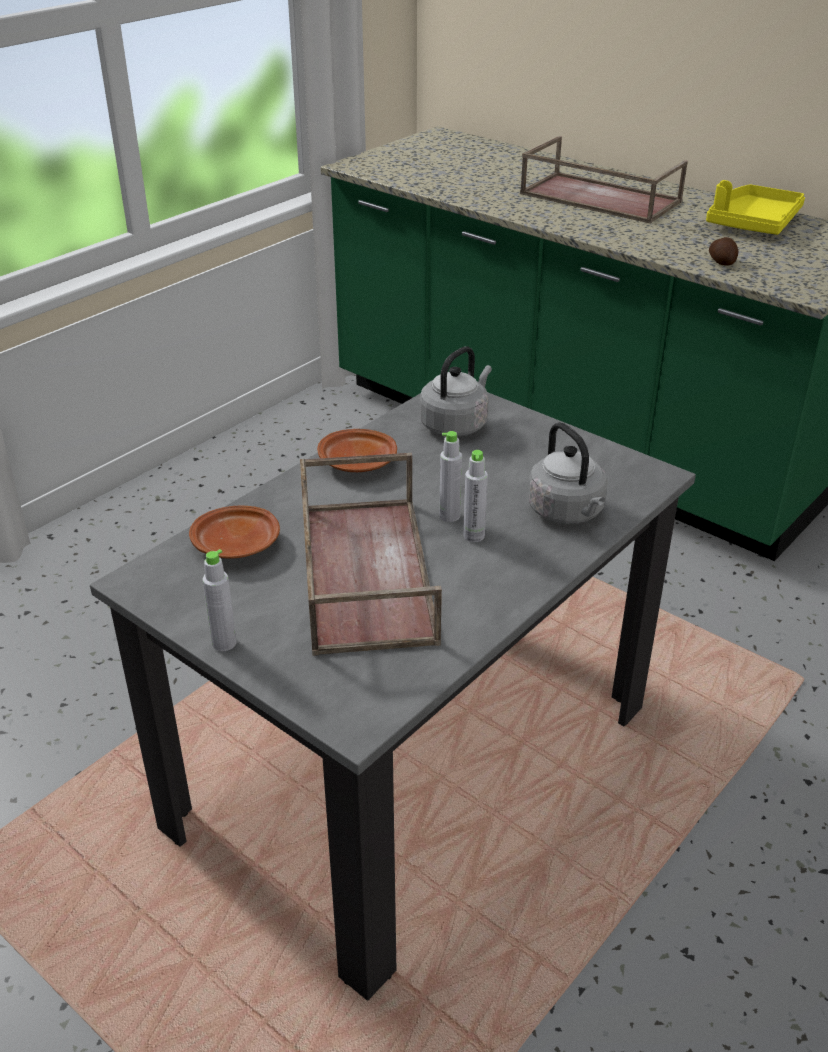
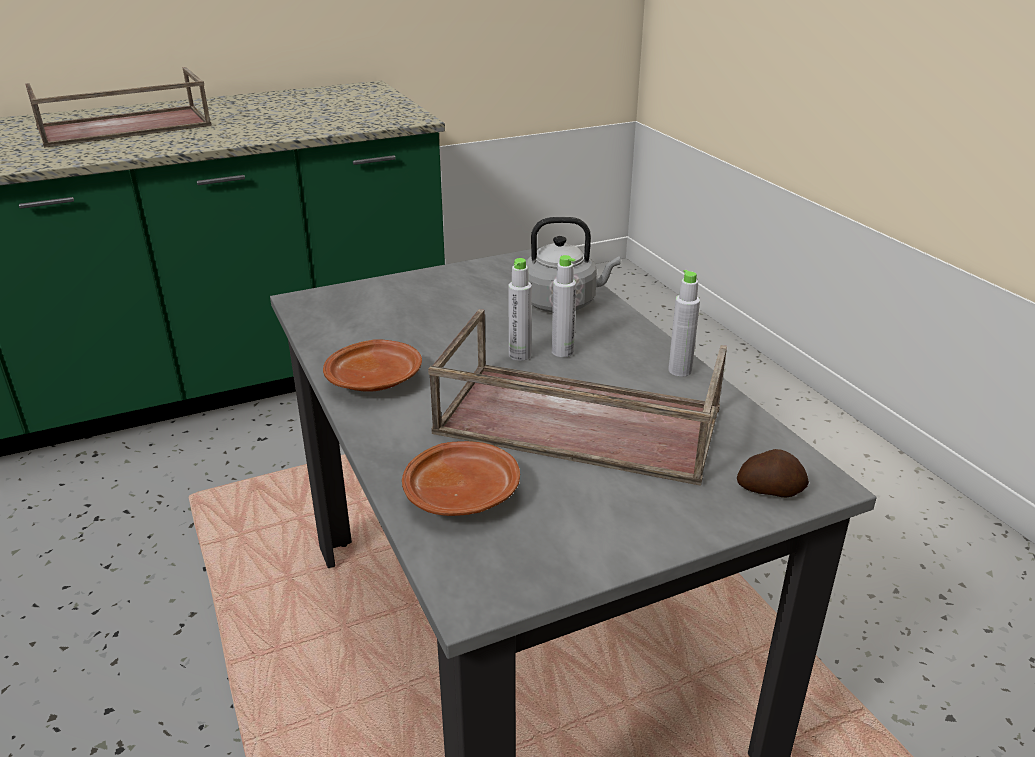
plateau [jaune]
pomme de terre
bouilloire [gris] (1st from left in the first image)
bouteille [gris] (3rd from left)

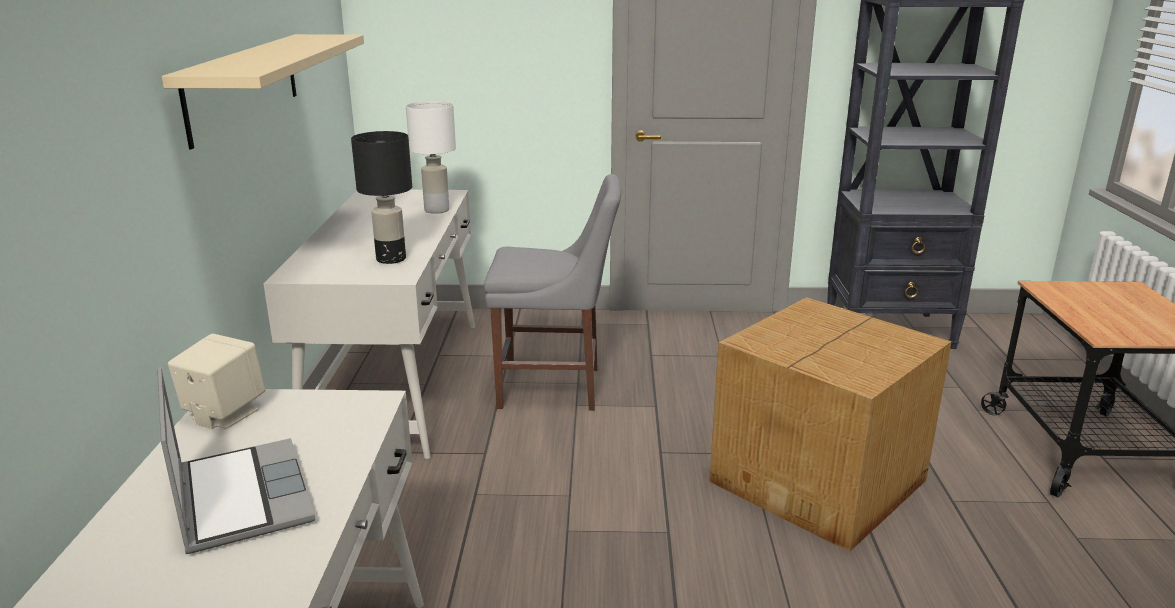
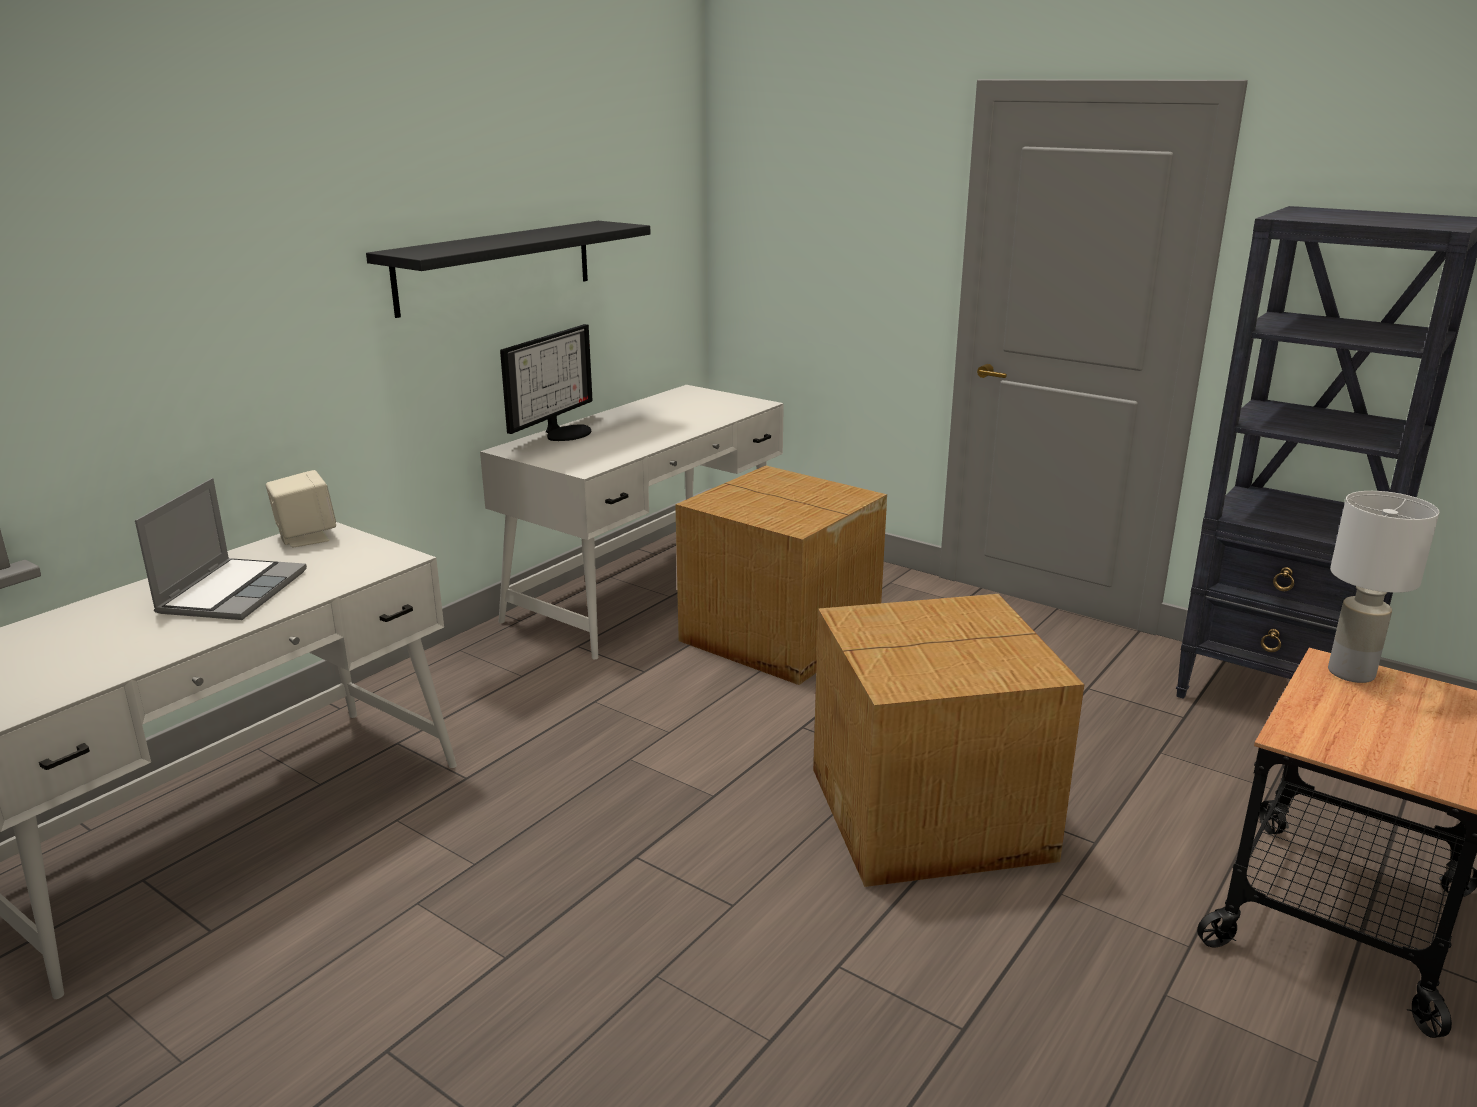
étagère [noir]
lampe de table [blanc]
lampe de table [noir]
carton (1st from left)
écran d'ordinateur

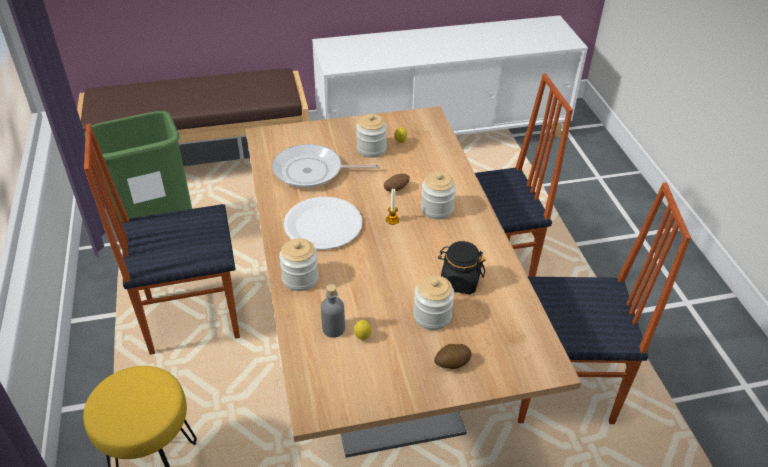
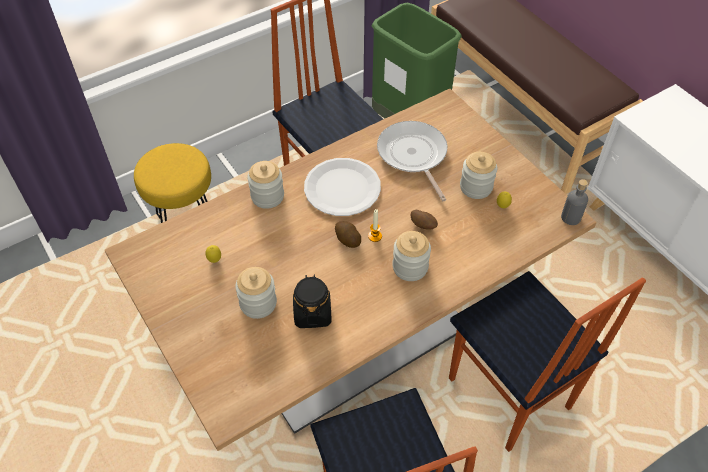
bouteille [gris]
pomme de terre (1st from left)

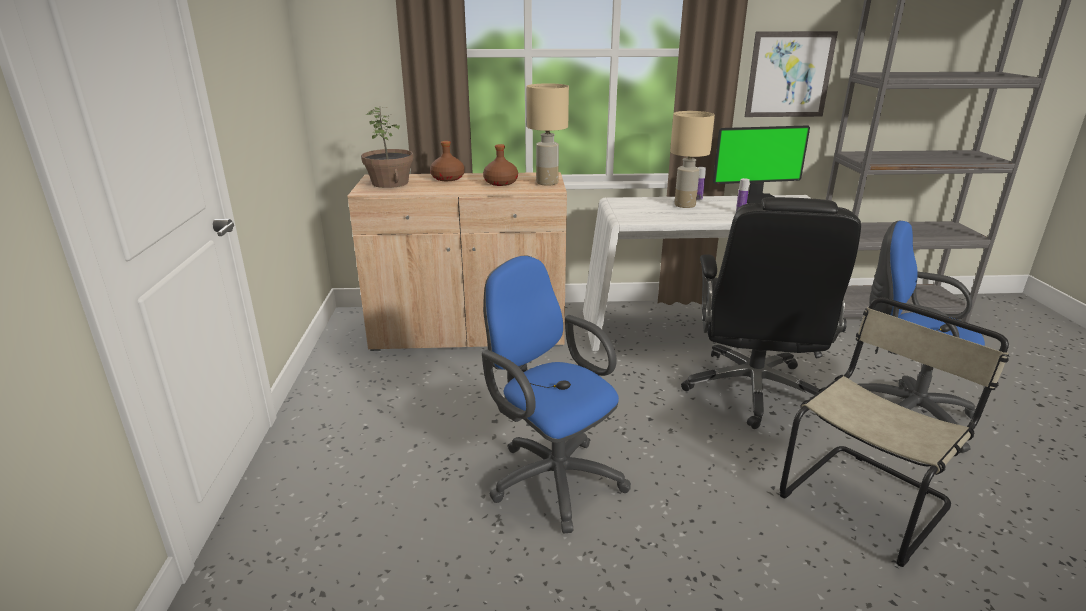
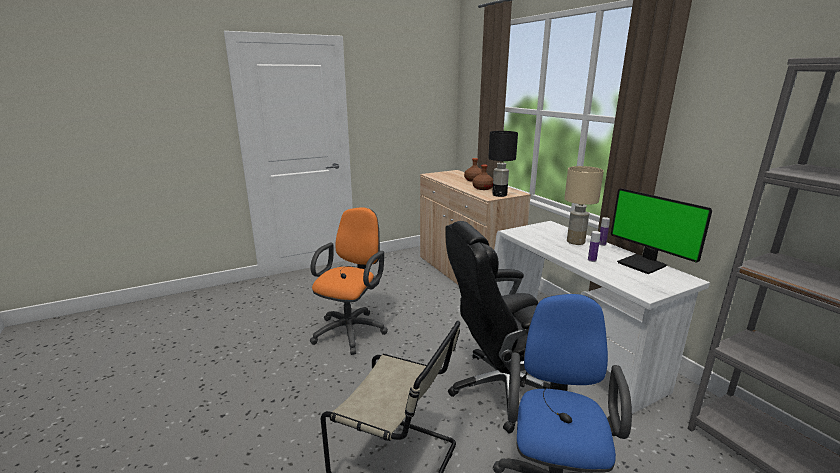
tableau
lampe de table [noir]
plante en pot
chaise de bureau [orange]

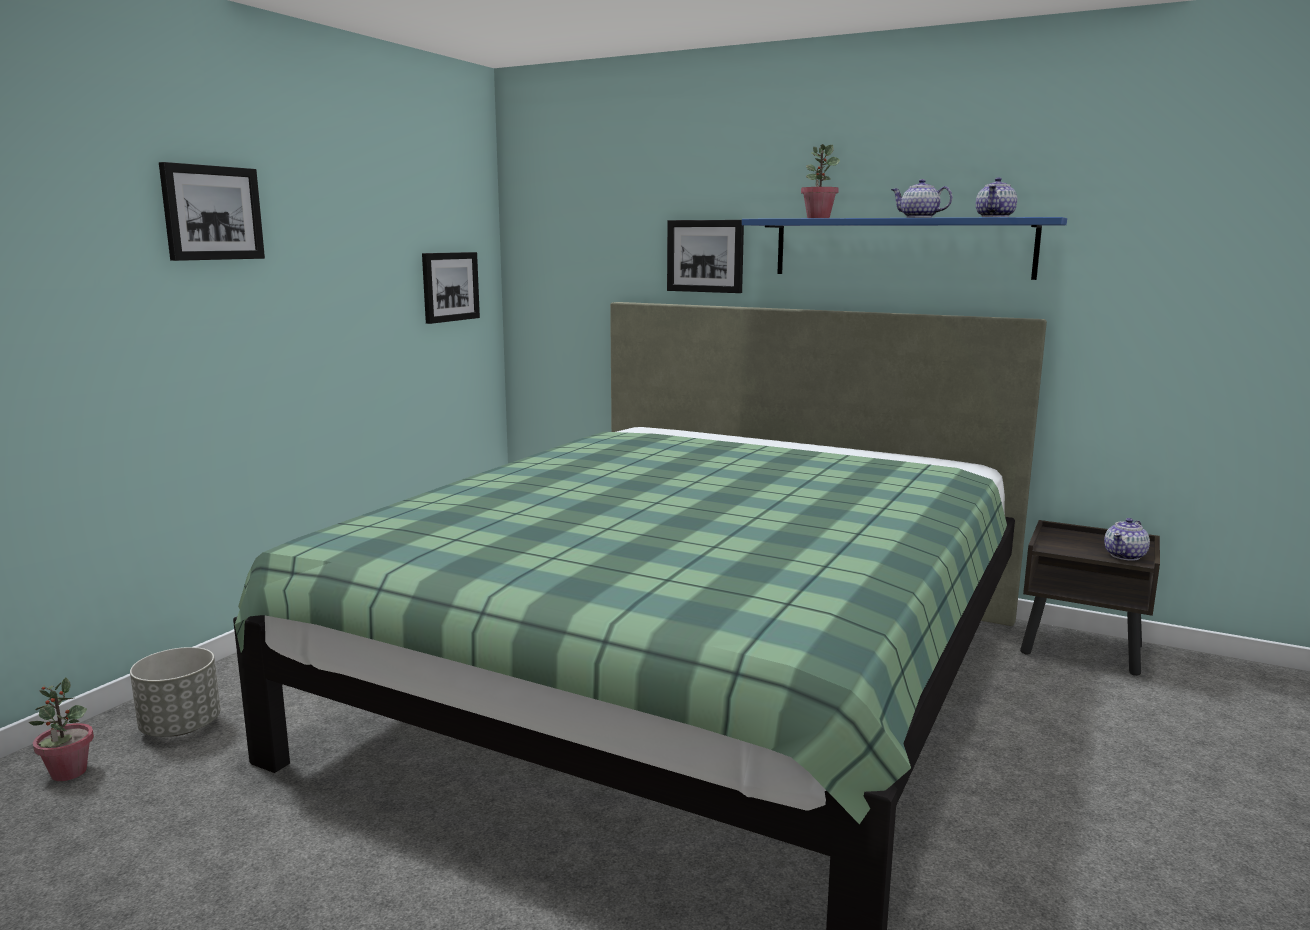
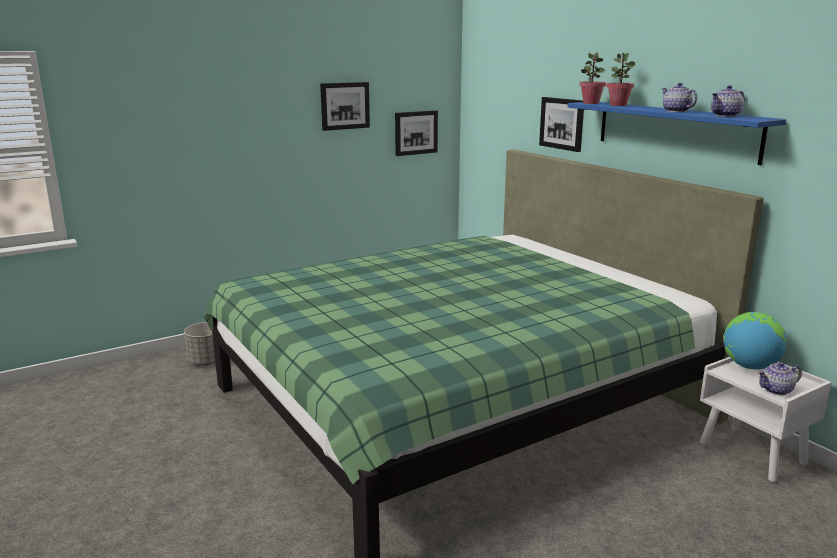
tableau (1st from left)
table de chevet [blanc]
plante en pot (1st from left)
globe

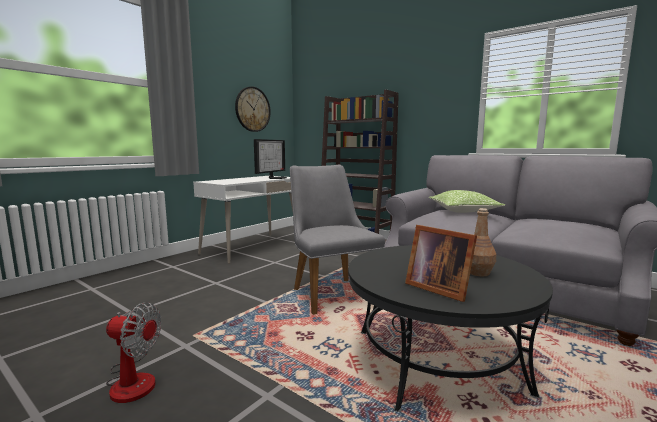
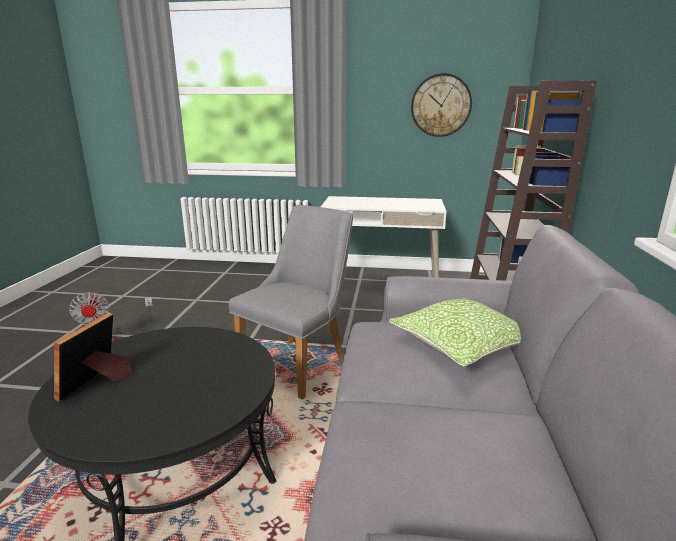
écran d'ordinateur
bouteille [marron]

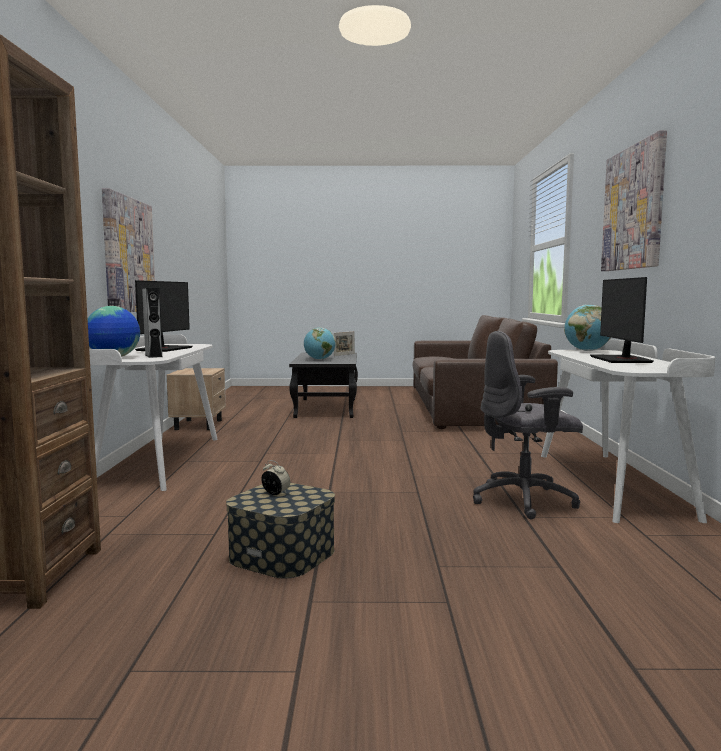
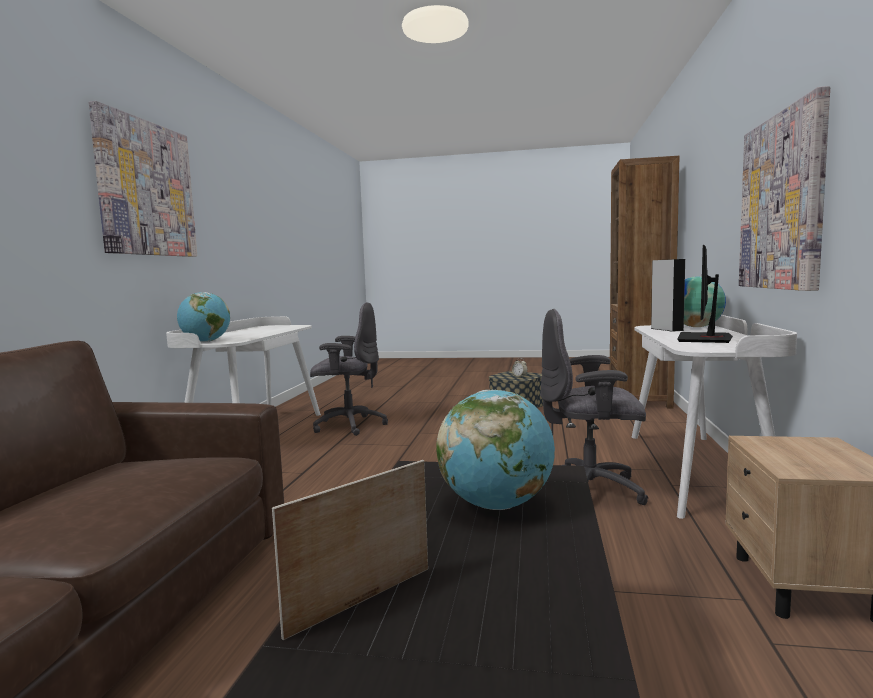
écran d'ordinateur (2nd from left in the first image)
chaise de bureau [gris] (2nd from left)

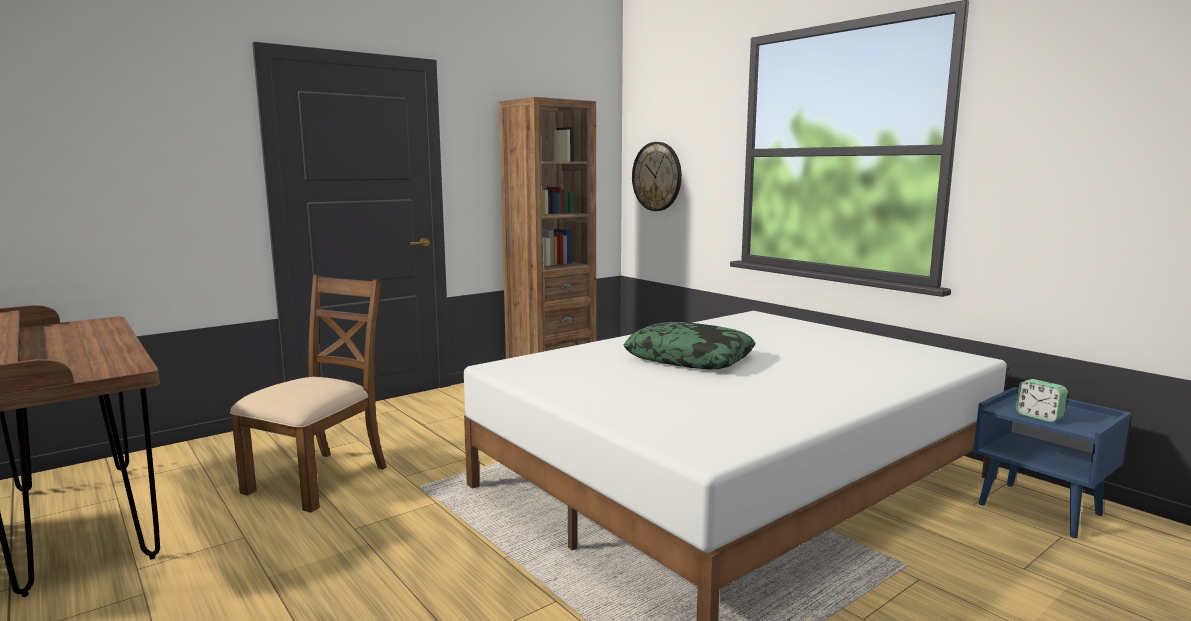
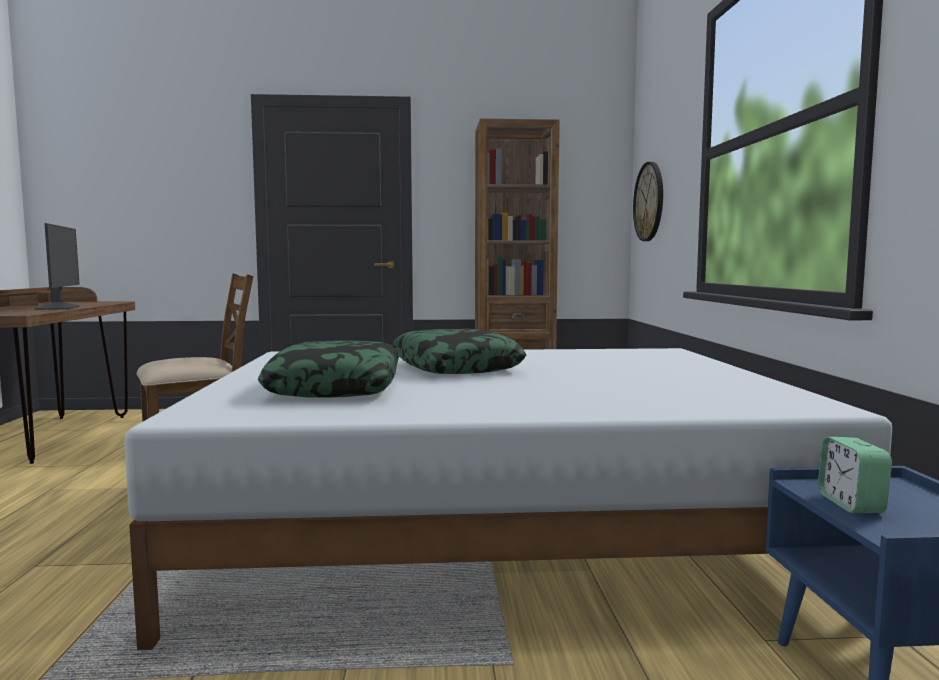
écran d'ordinateur
coussin (1st from left)

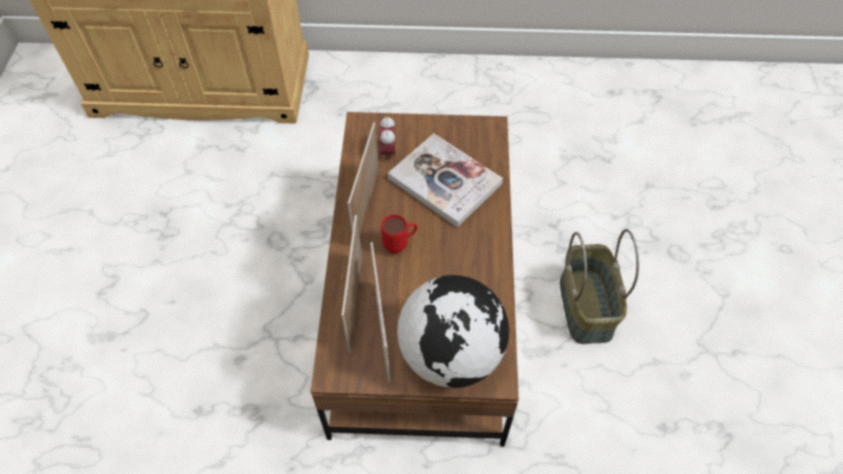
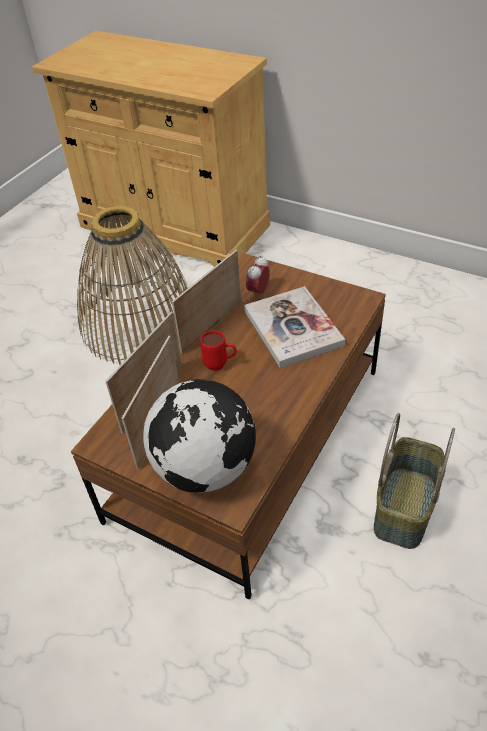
panier (1st from left)

